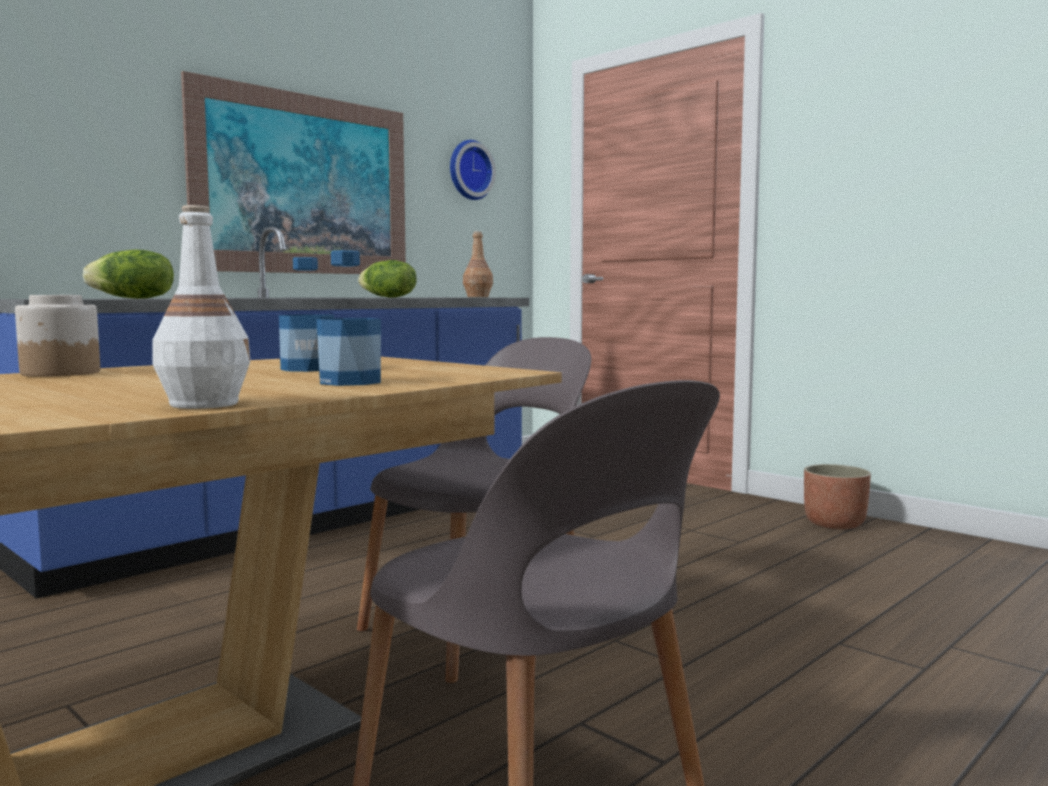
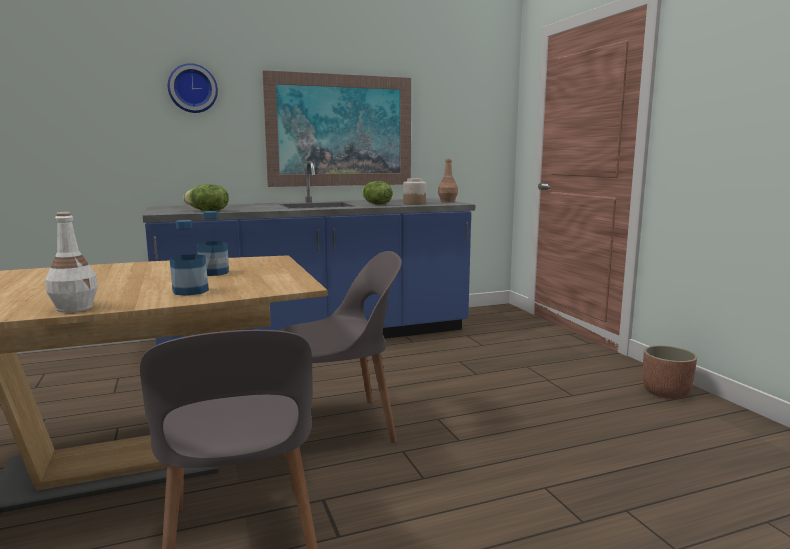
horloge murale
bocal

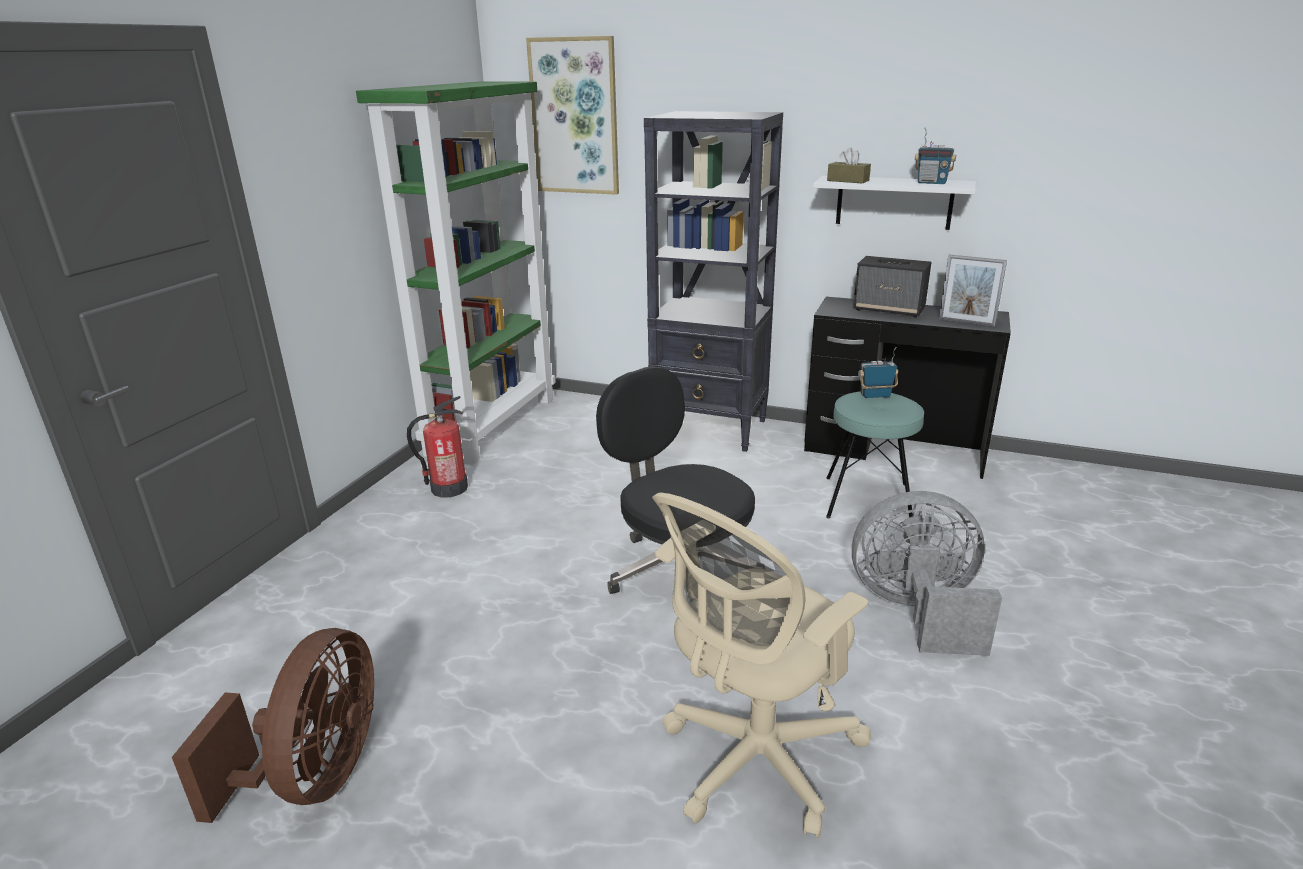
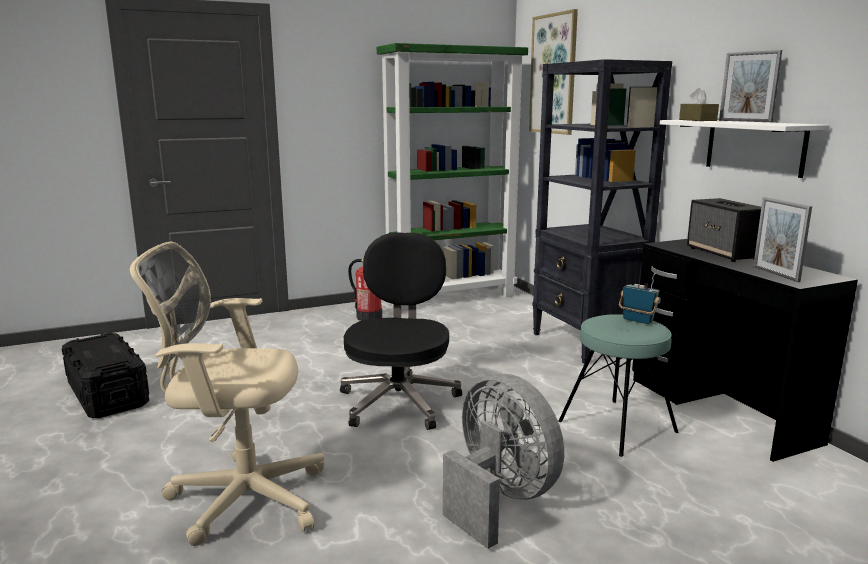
radio (2nd from left in the first image)
boîte de rangement [noir]
cadre photo (1st from left)

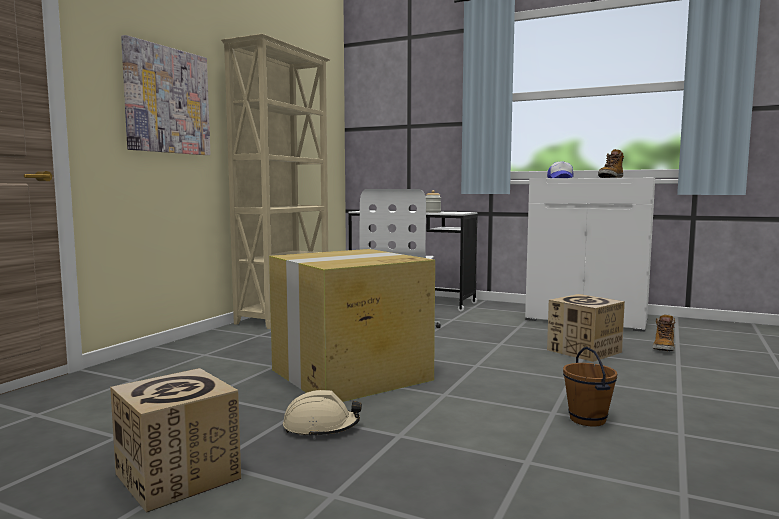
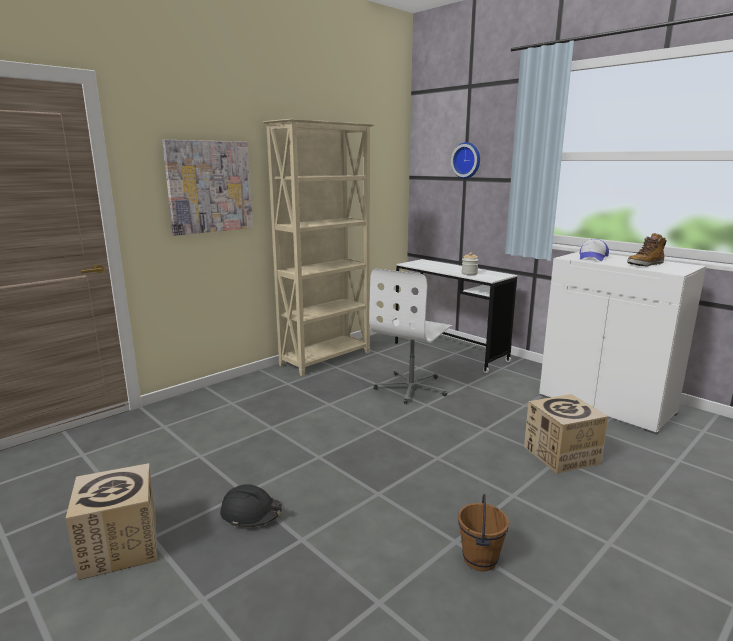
carton (2nd from left in the first image)
botte (2nd from left in the first image)
casque de chantier [noir]
horloge murale

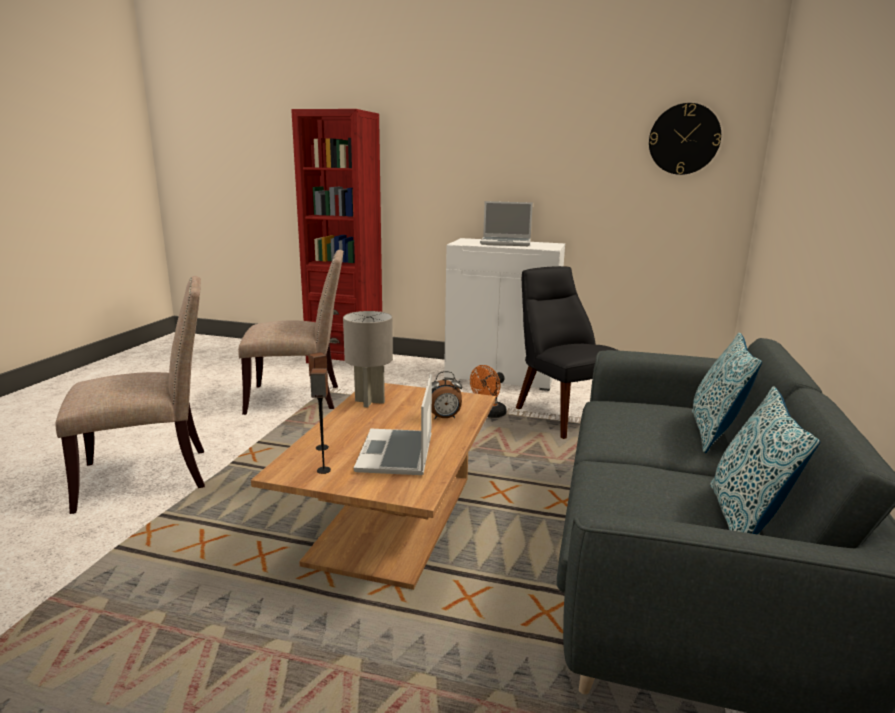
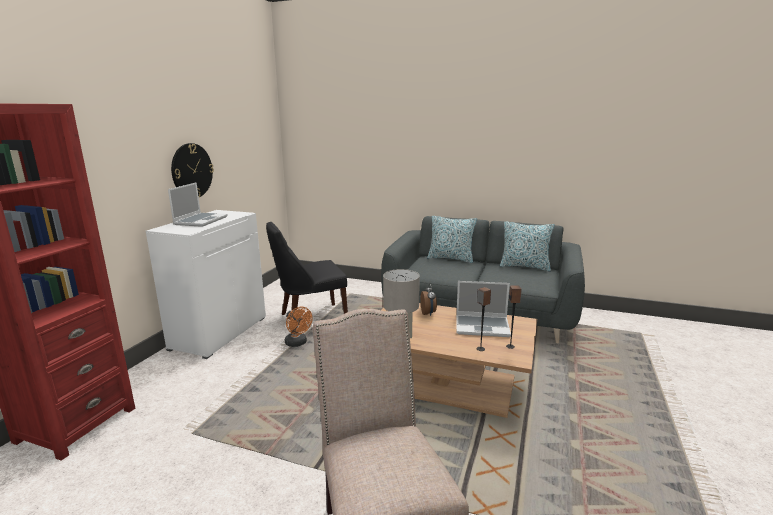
horloge murale
chaise [beige] (2nd from left in the first image)

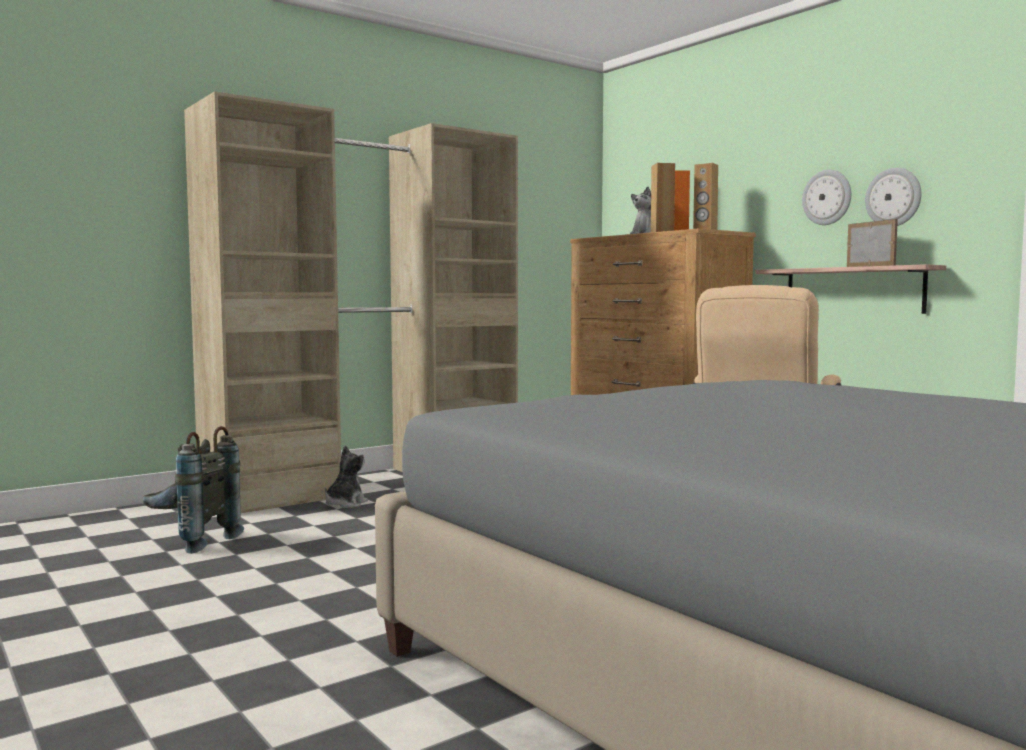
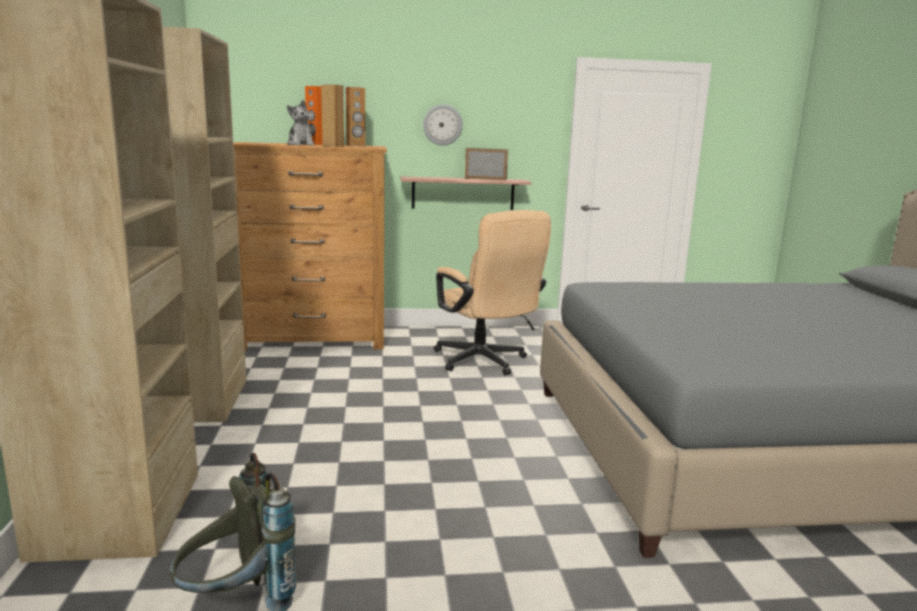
horloge murale (2nd from left in the first image)
peluche (1st from left in the first image)

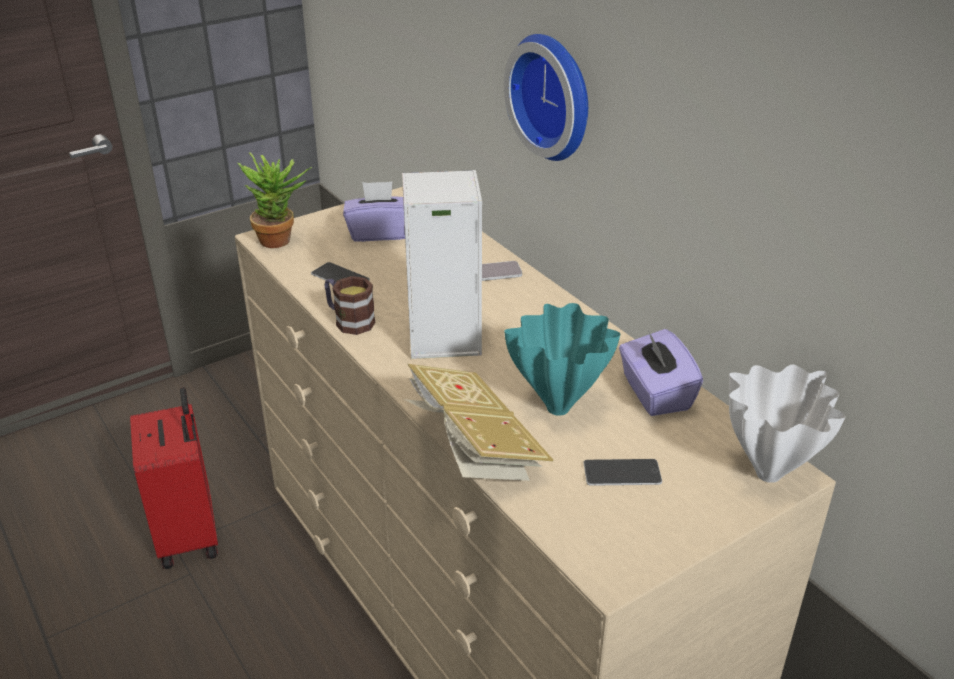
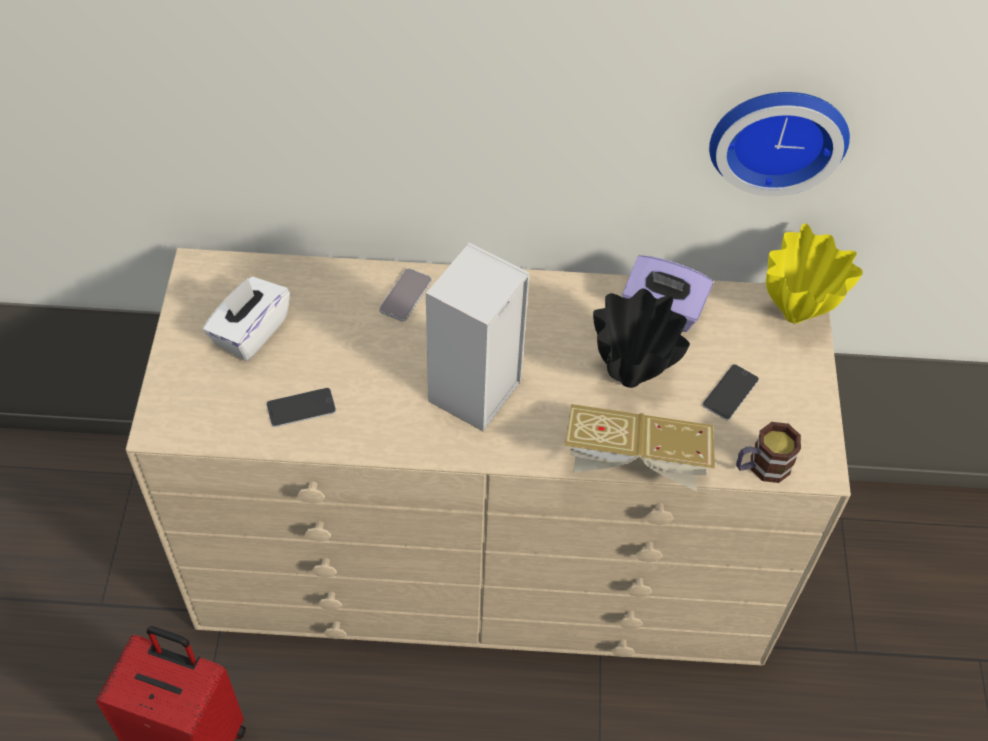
horloge murale
plante en pot
boîte à mouchoirs [blanc]
mug
vase [noir]
vase [jaune]

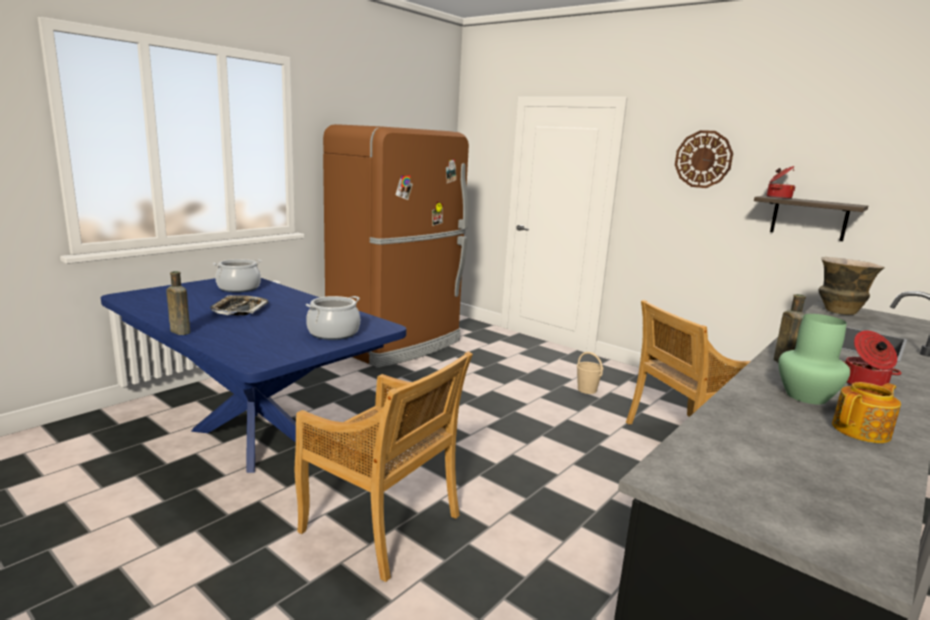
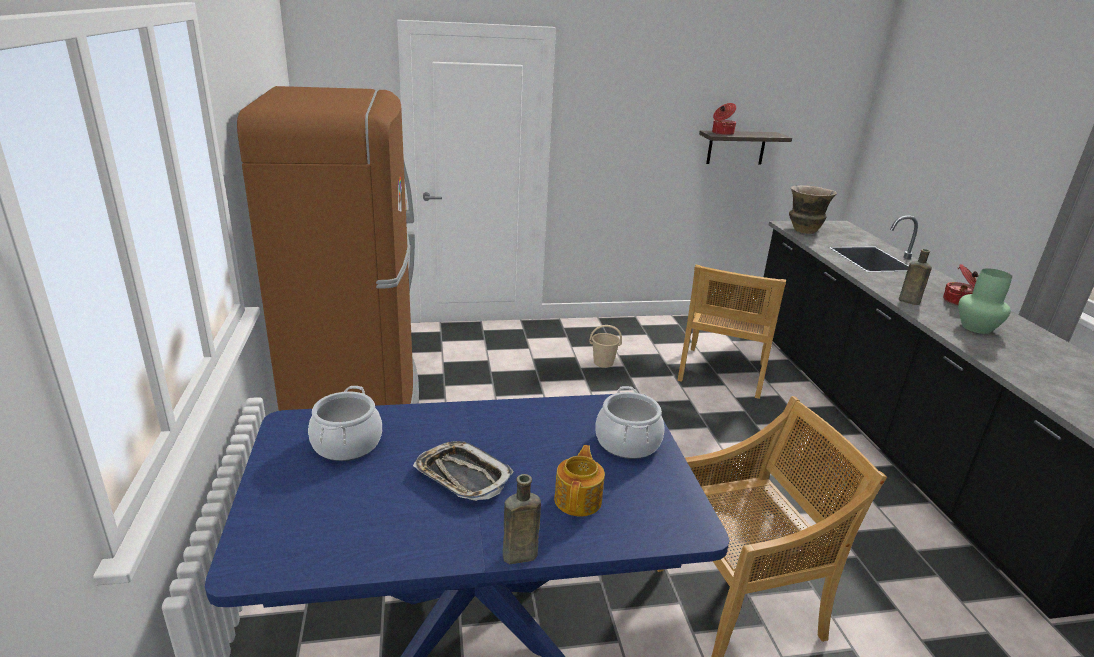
horloge murale
théière

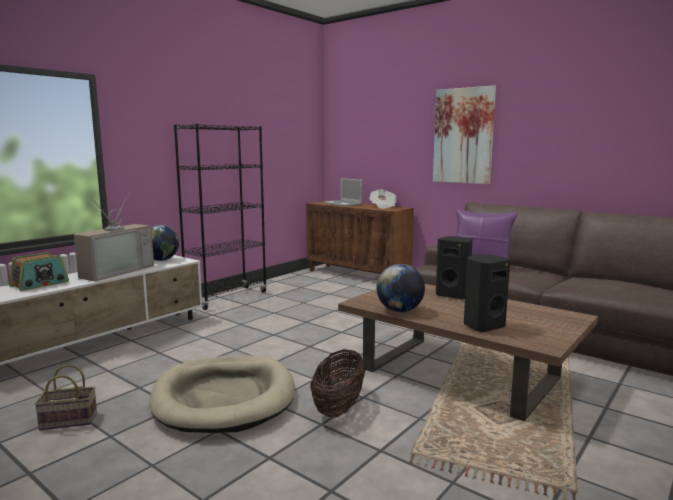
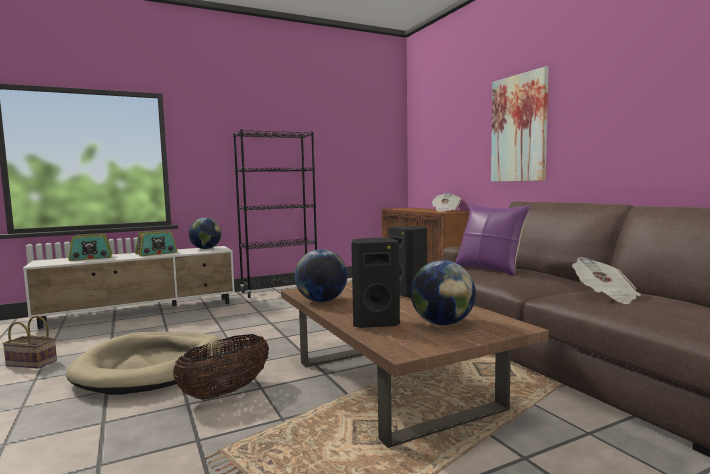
ordinateur portable
radio (2nd from left)
journal (2nd from left)
globe (3rd from left)

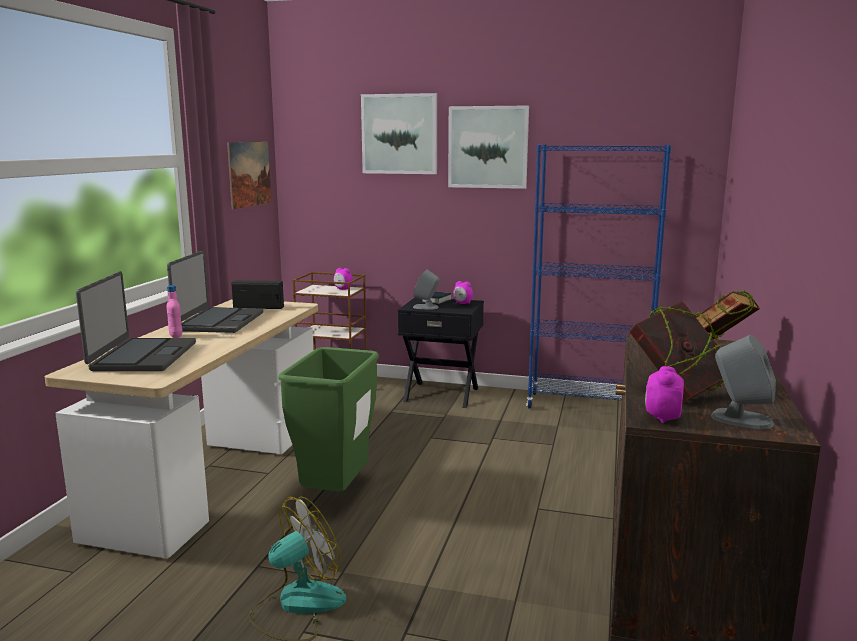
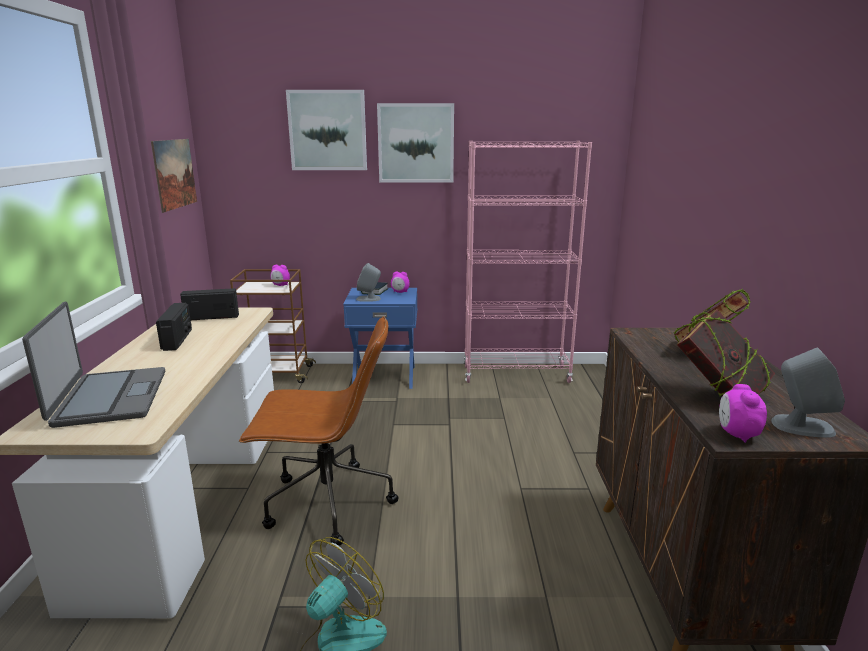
bibliothèque [rose]
radio (1st from left)
bouteille [rose]
table de chevet [bleu]
chaise de bureau [marron]

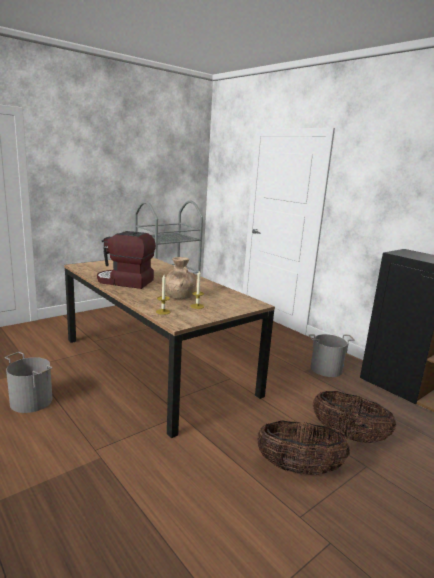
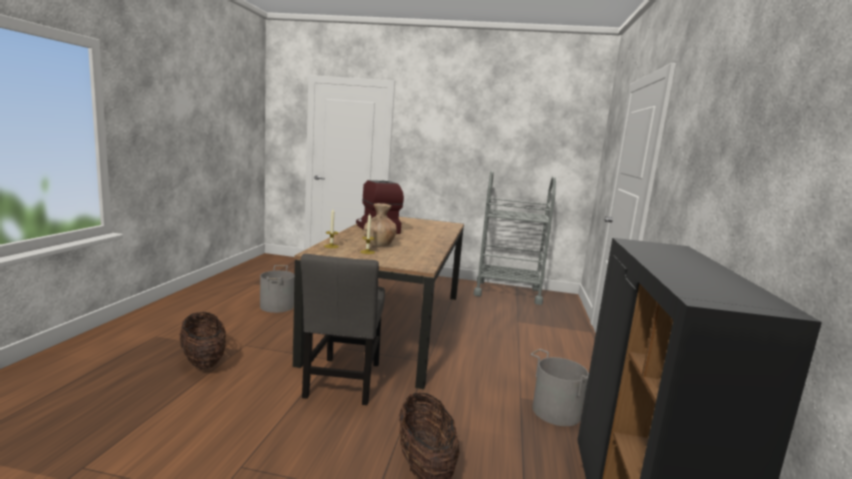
panier (1st from left)
chaise [gris]

